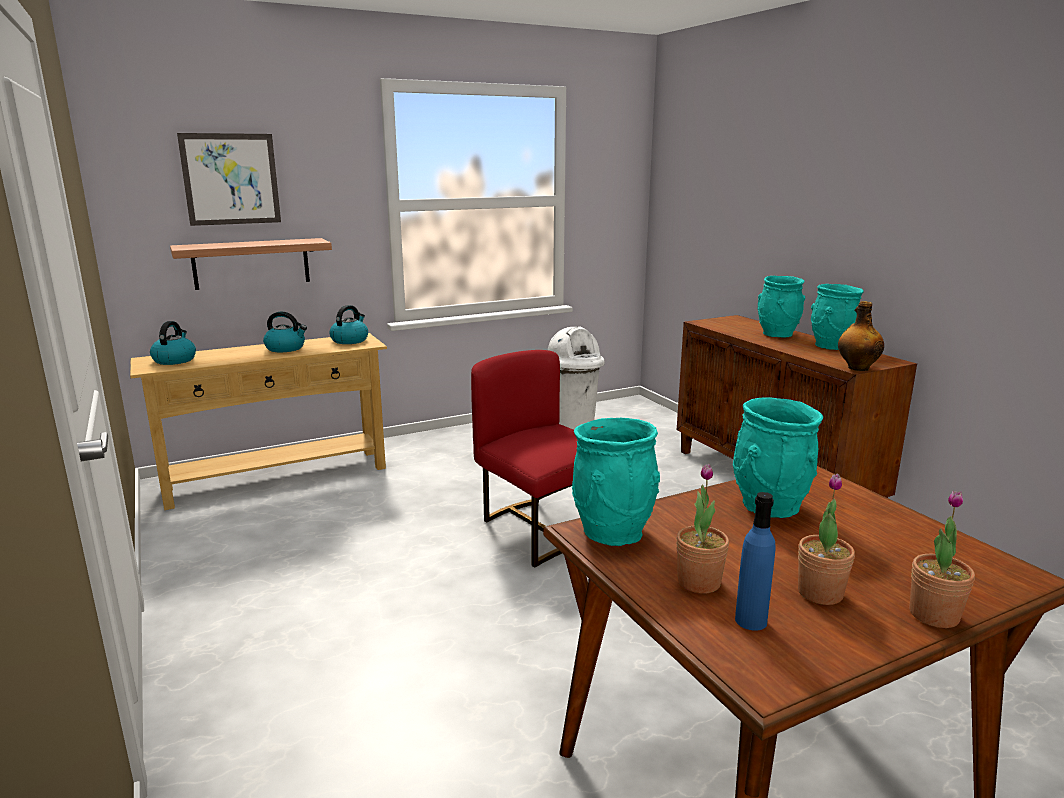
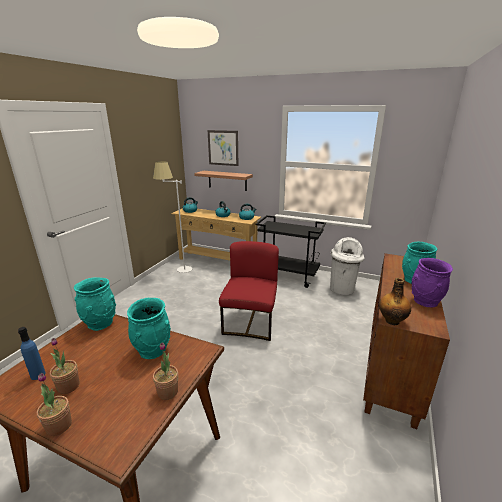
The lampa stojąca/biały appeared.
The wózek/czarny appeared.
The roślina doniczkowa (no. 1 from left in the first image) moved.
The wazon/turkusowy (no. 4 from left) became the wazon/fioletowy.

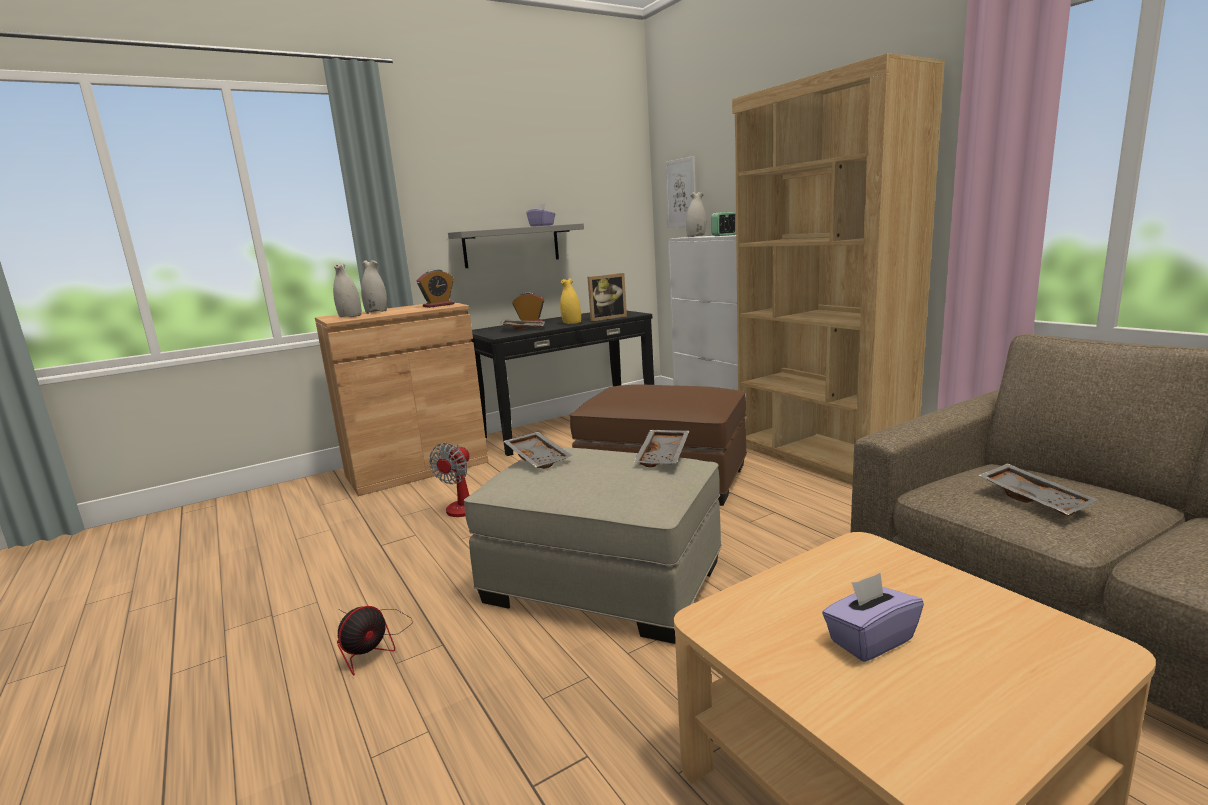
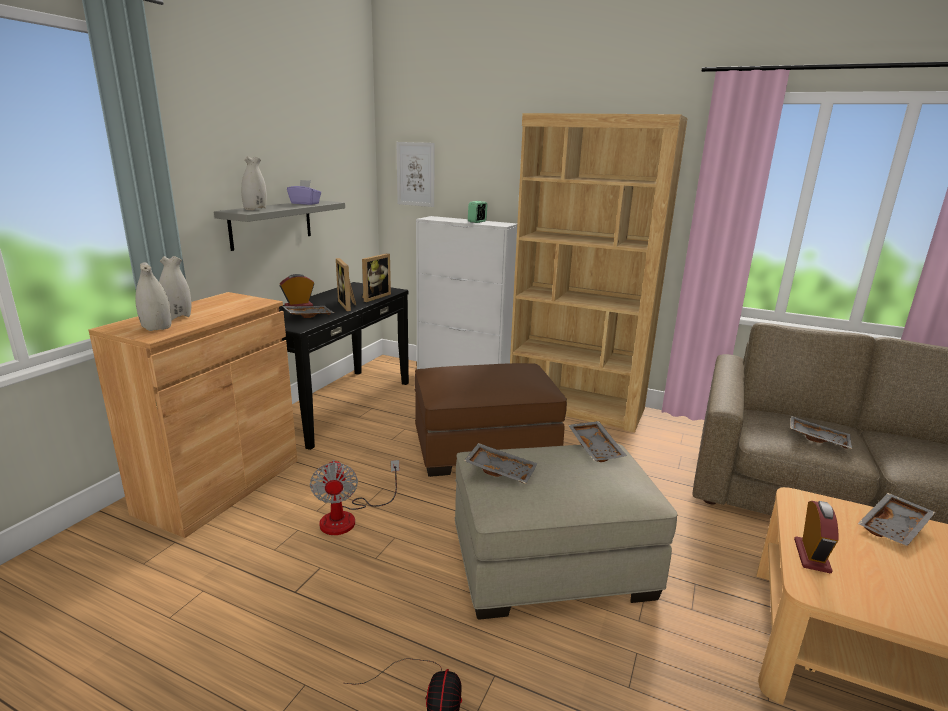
The pudełko chusteczek/fioletowy (no. 2 from left) disappeared.
The taca/szary (no. 5 from left) appeared.
The budzik (no. 1 from left in the first image) moved.
The wazon/biały (no. 3 from left) moved.
The wazon/żółty was replaced by the ramka na zdjęcie (no. 1 from left).

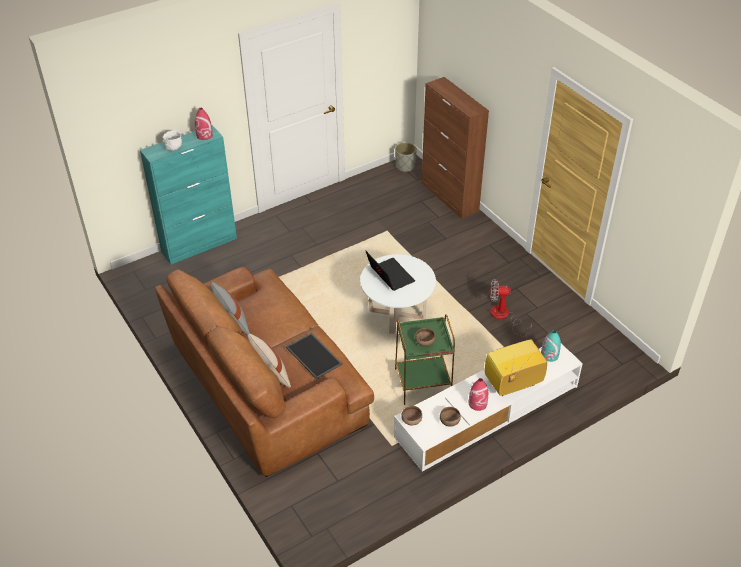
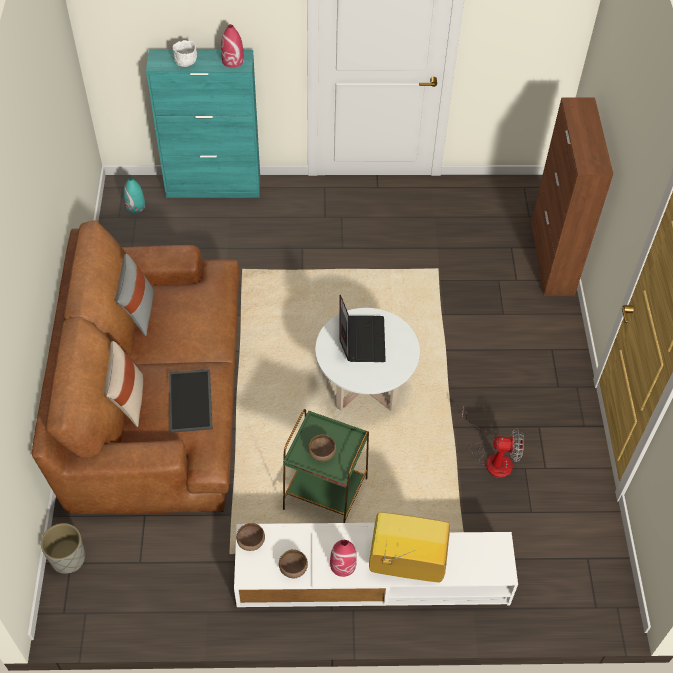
The donica/szary moved.
The wazon/turkusowy moved.
The wentylator turned 150 degrees clockwise.

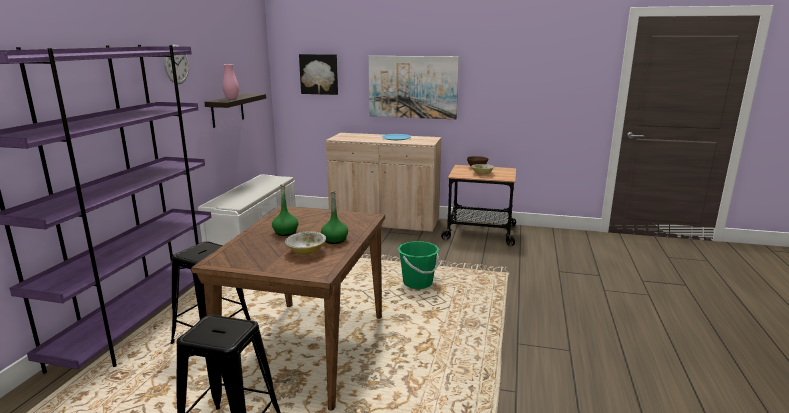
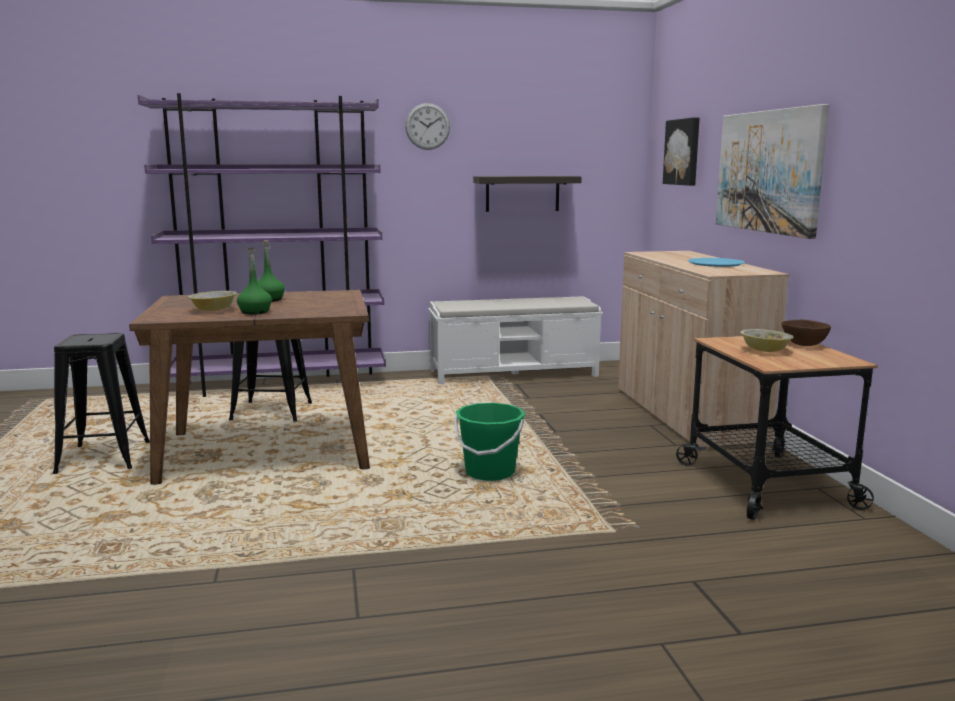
The wazon/różowy disappeared.

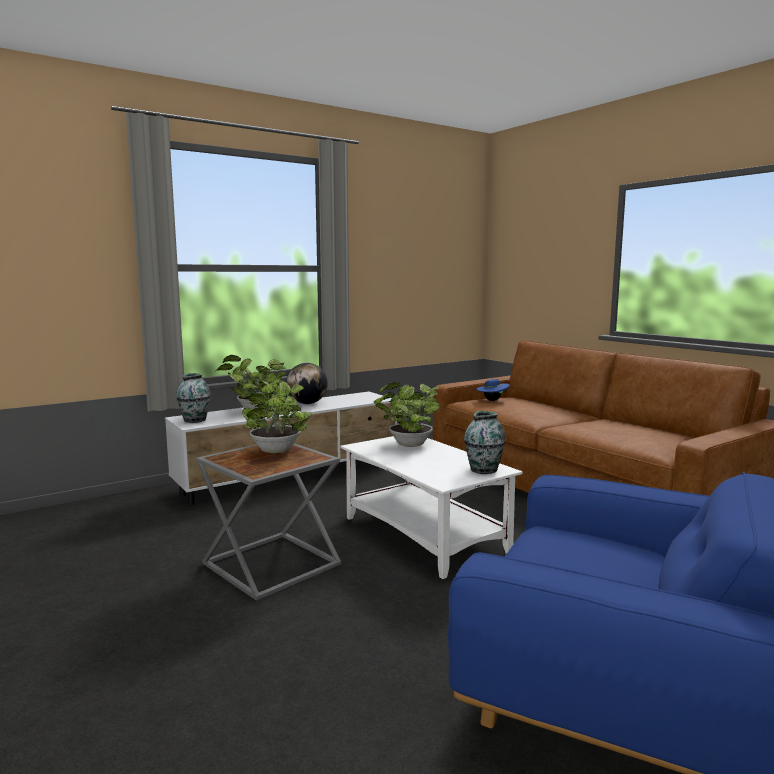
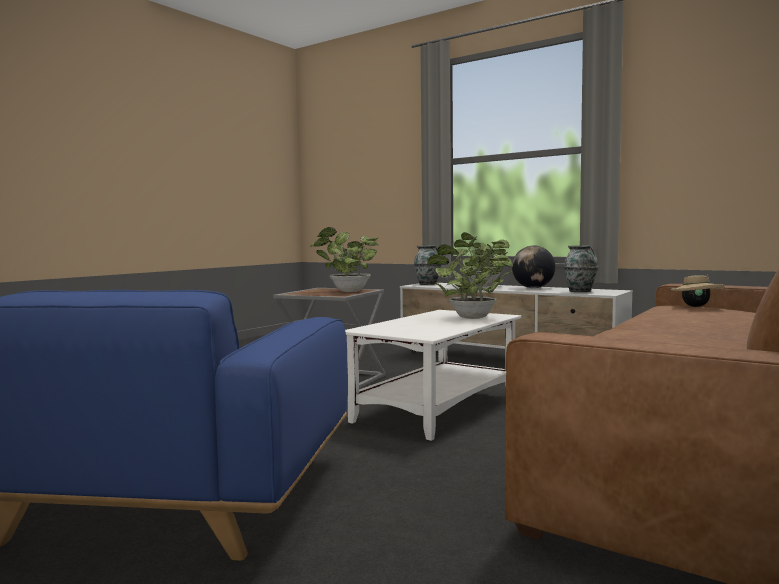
The wazon (no. 2 from left) moved.
The kapelusz/niebieski became the kapelusz/beżowy.

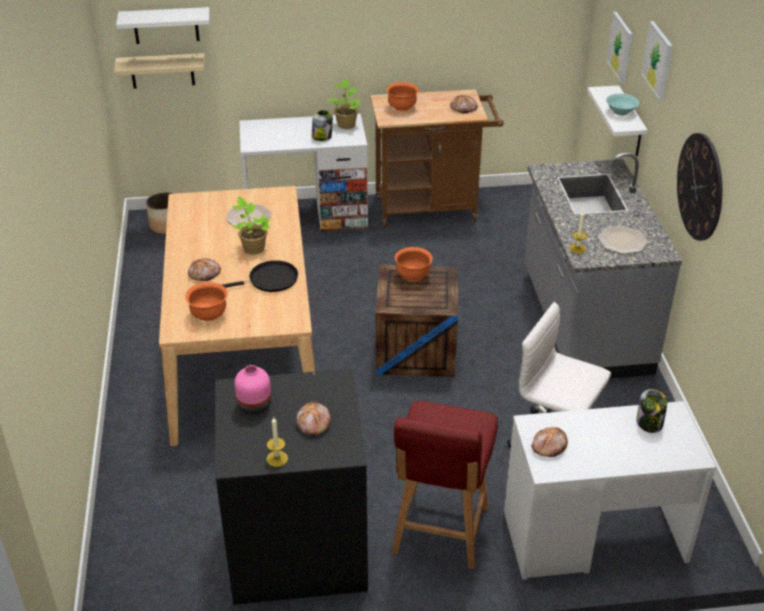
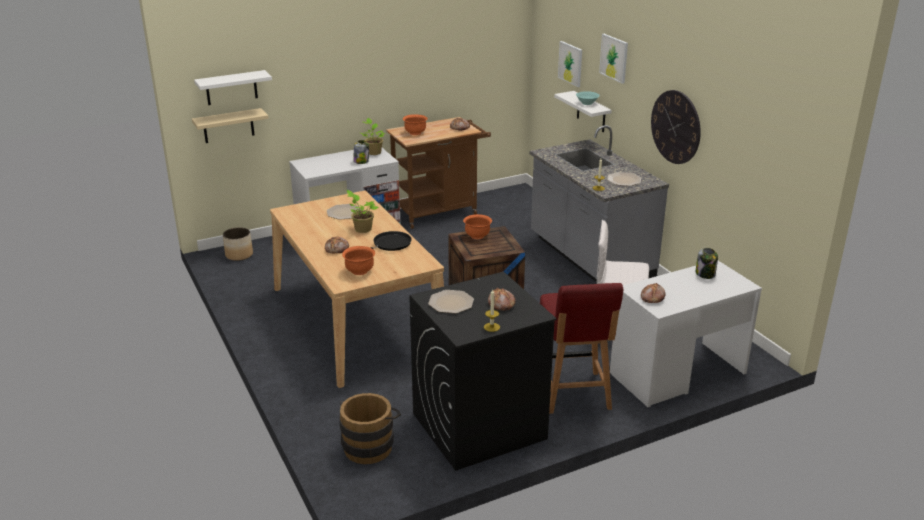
The wiadro/brązowy appeared.
The wazon/różowy was replaced by the talerz (no. 2 from left).

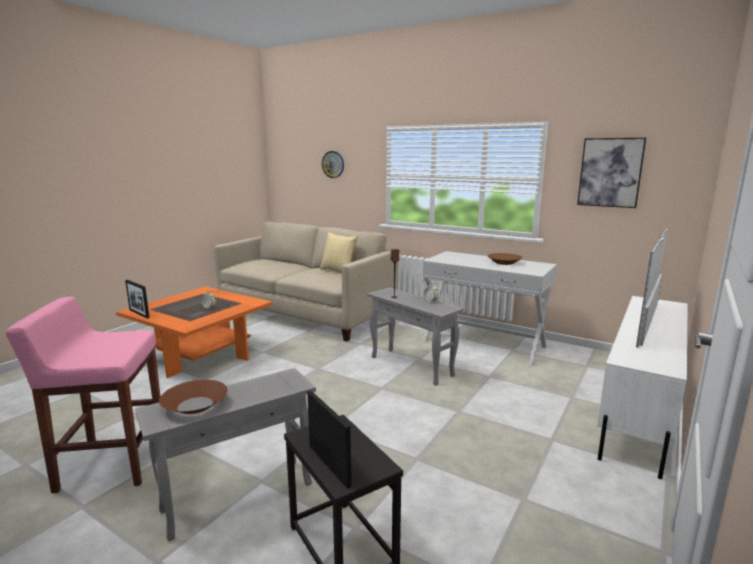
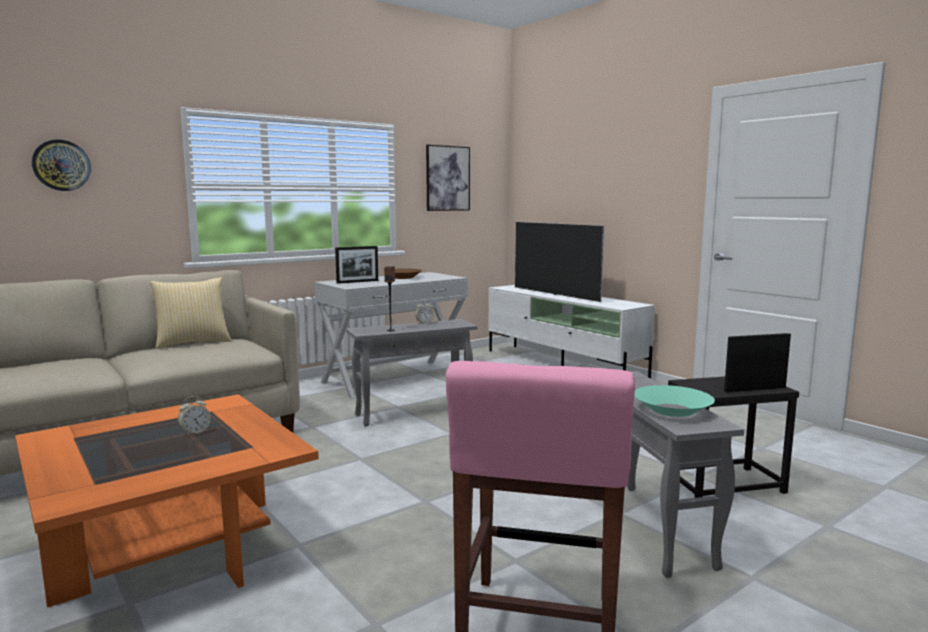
The ramka na zdjęcie (no. 1 from left) moved.
The miska/brązowy (no. 1 from left) became the miska/turkusowy.

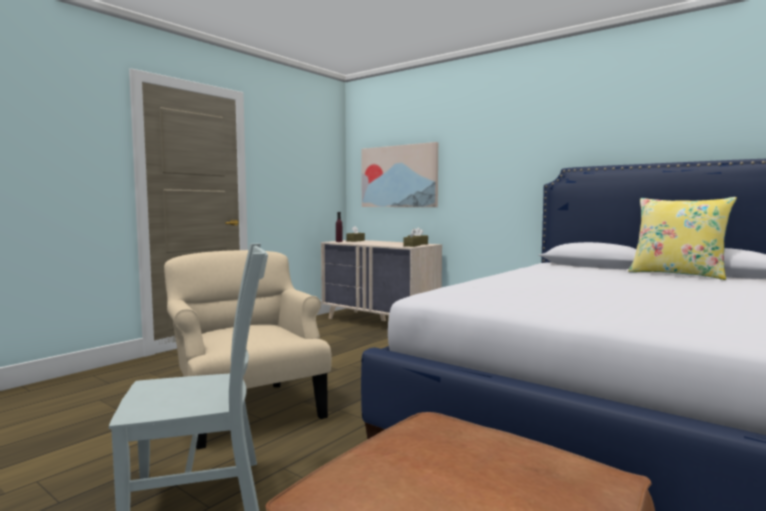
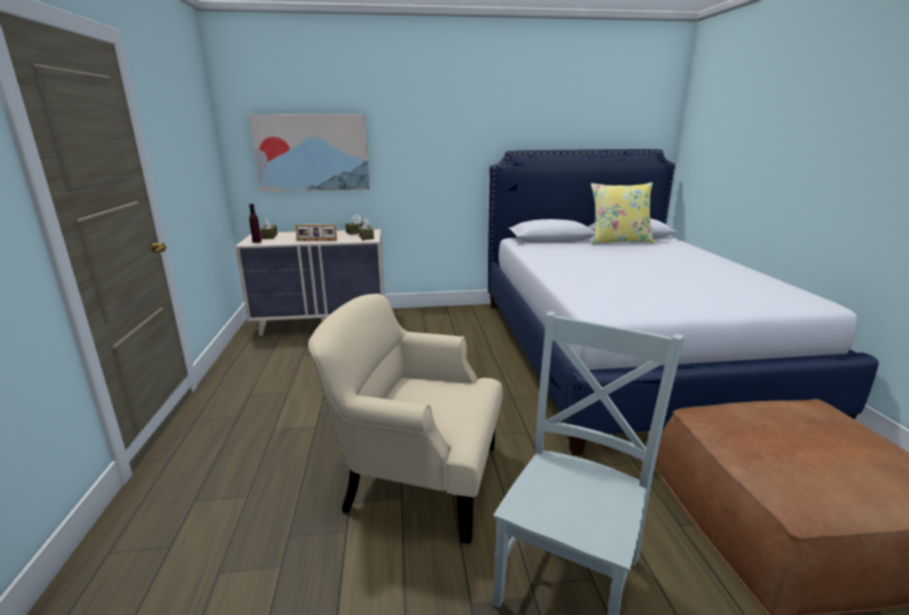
The ramka na zdjęcie appeared.

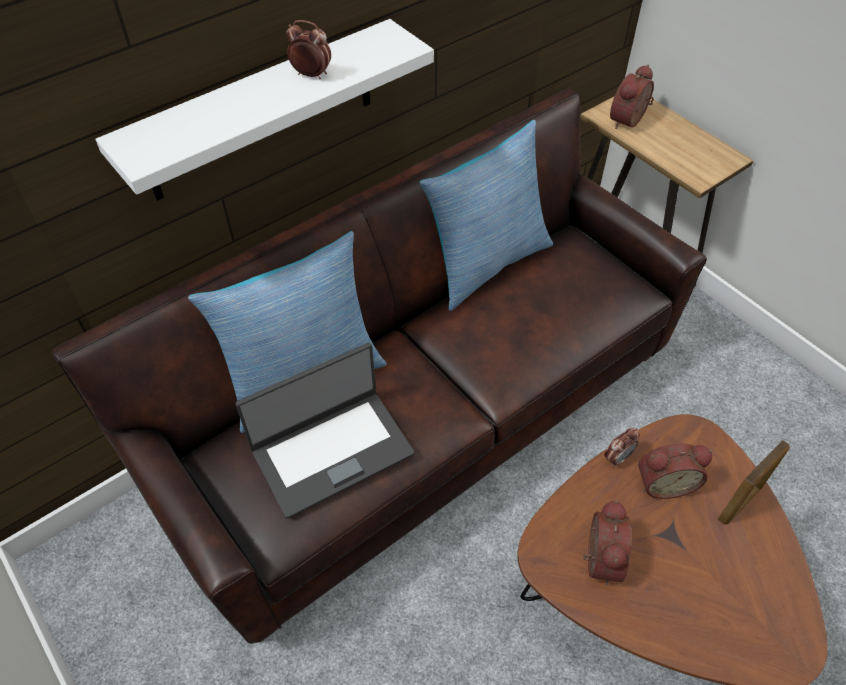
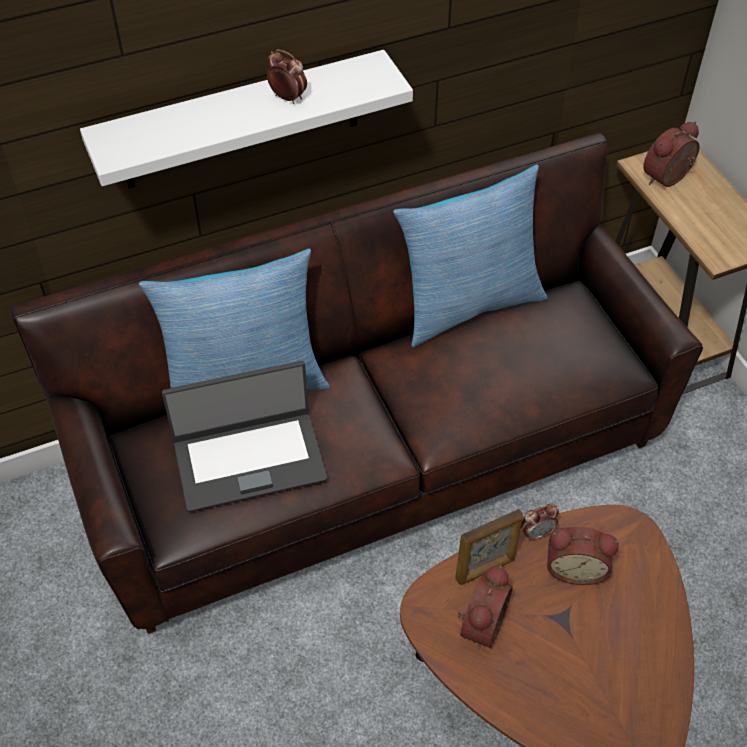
The ramka na zdjęcie moved.

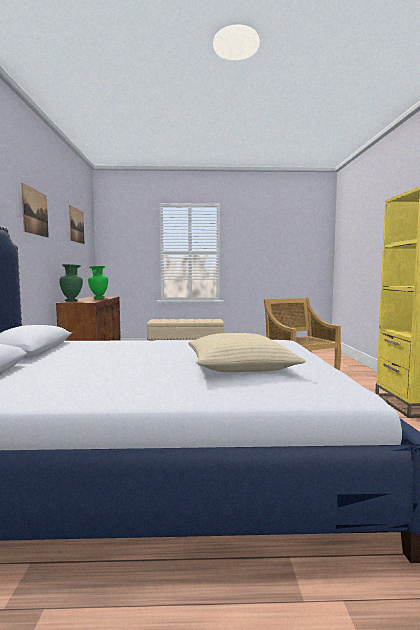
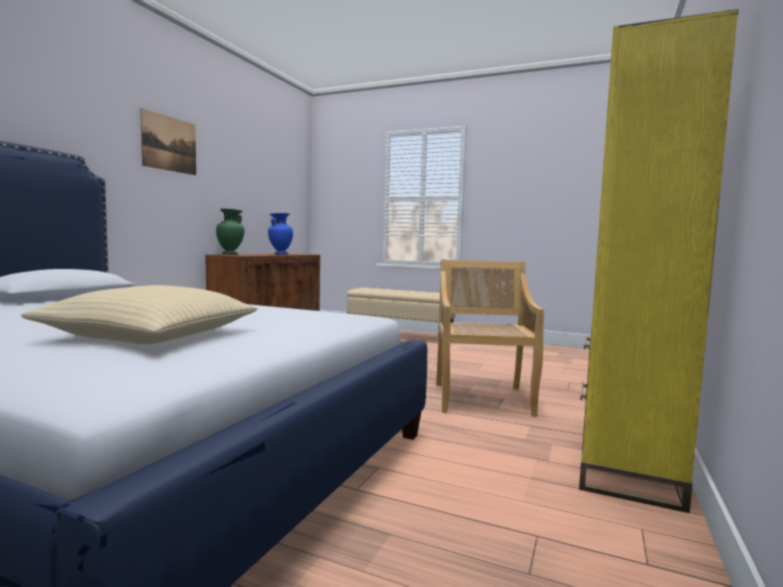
The obraz (no. 2 from left) disappeared.
The wazon/zielony (no. 2 from left) became the wazon/niebieski.

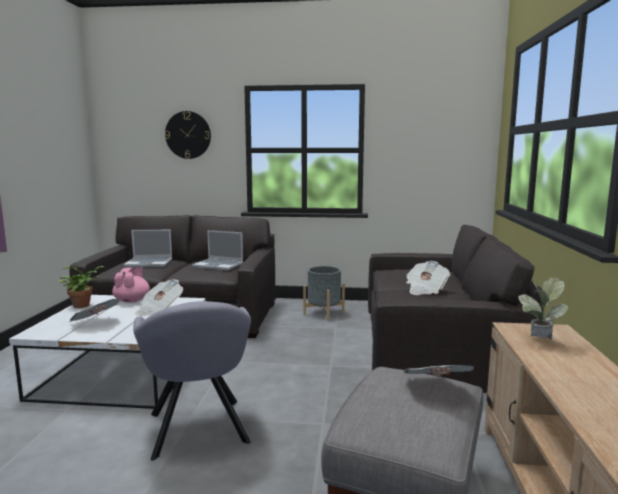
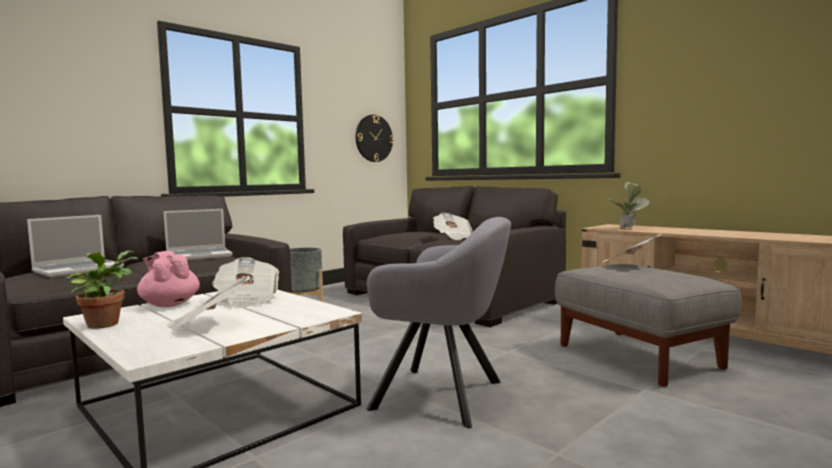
The zegar ścienny moved.

